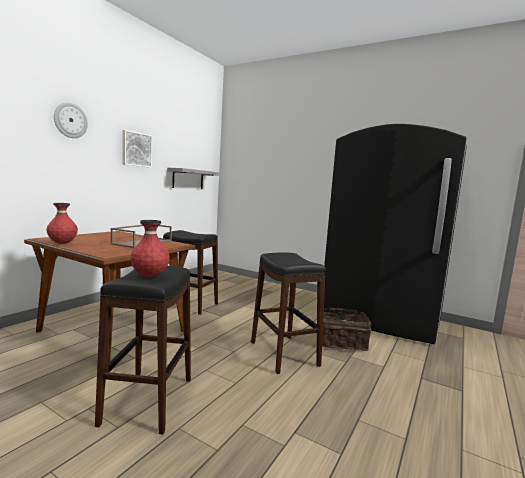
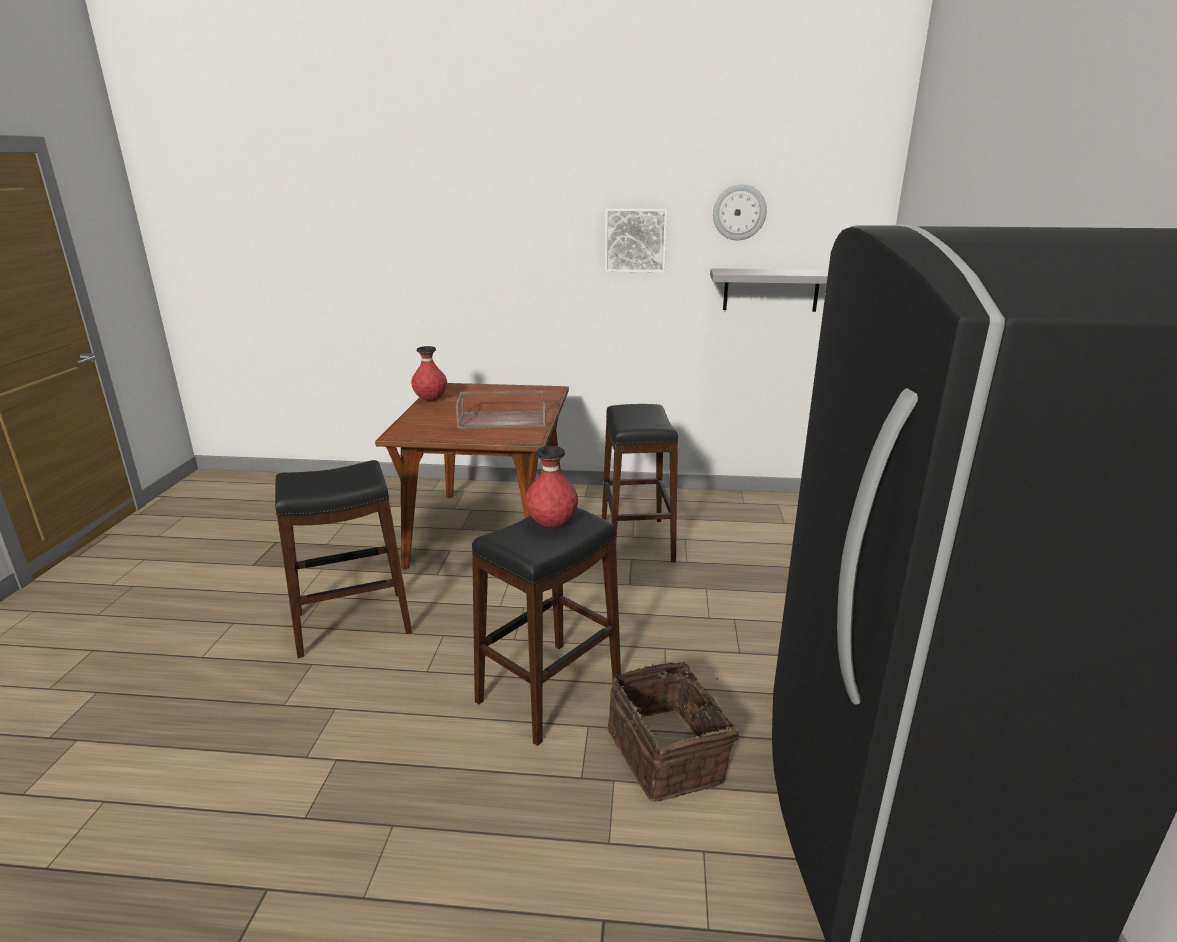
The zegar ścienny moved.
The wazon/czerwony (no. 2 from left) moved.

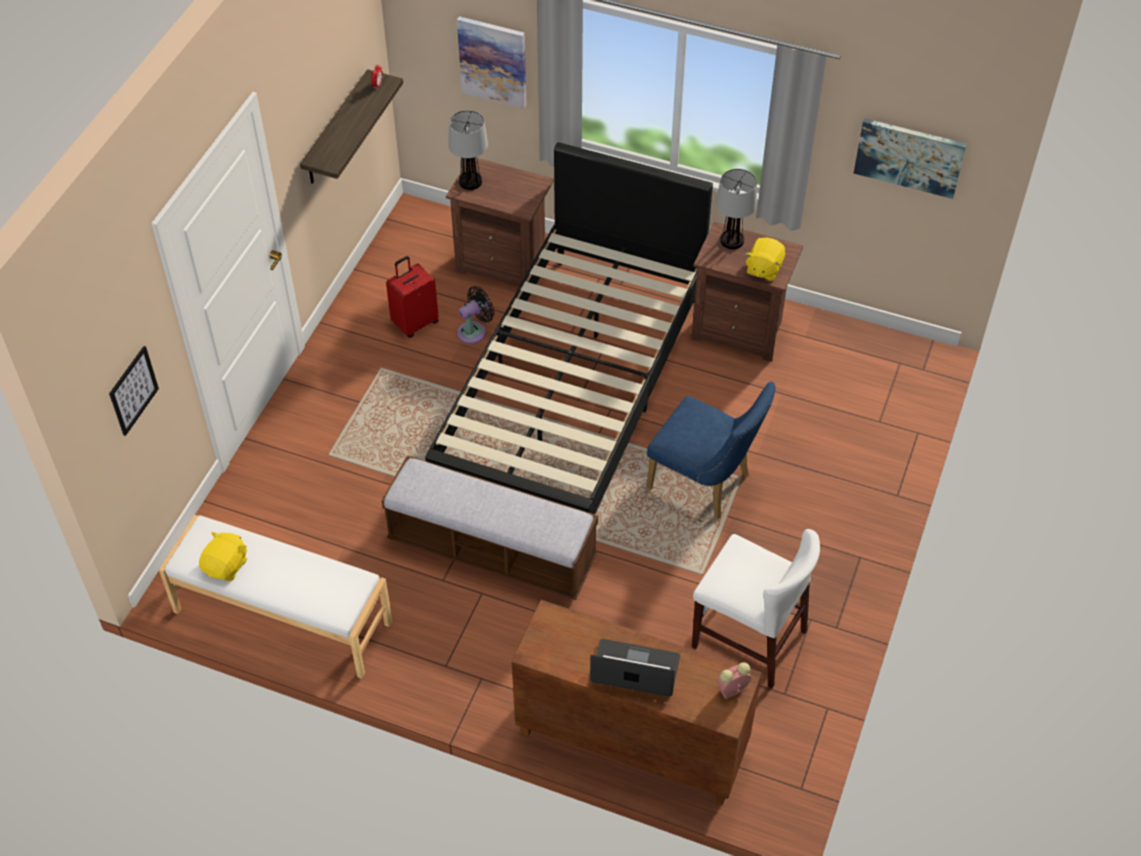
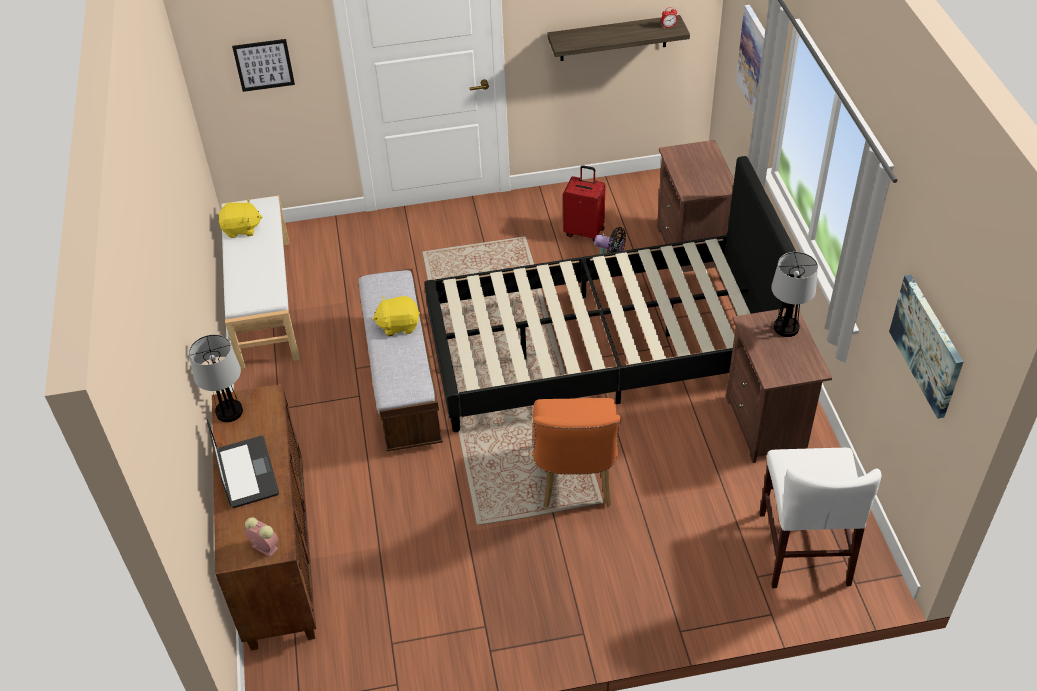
The lampa stołowa (no. 1 from left) moved.
The krzesło/biały moved.
The pluszak/żółty (no. 2 from left) moved.
The krzesło/niebieski became the krzesło/pomarańczowy.

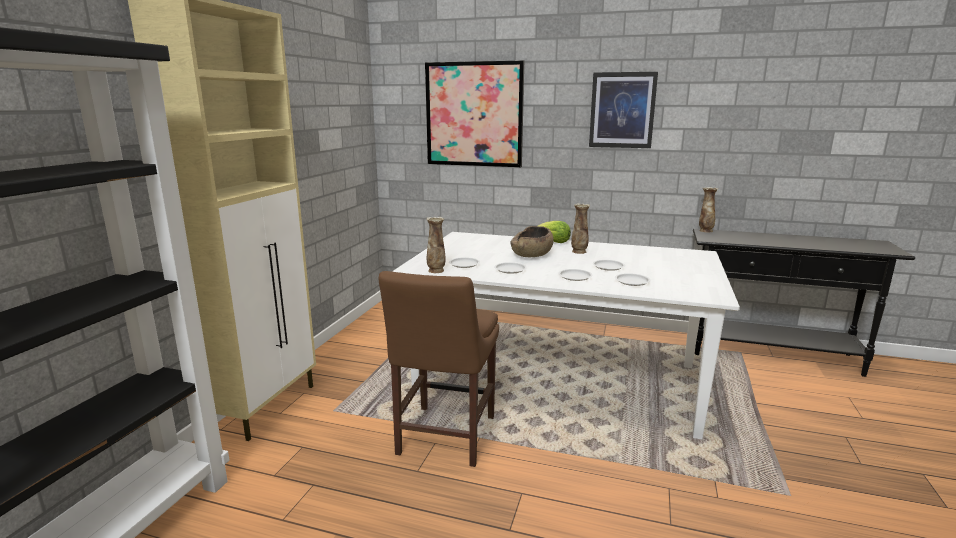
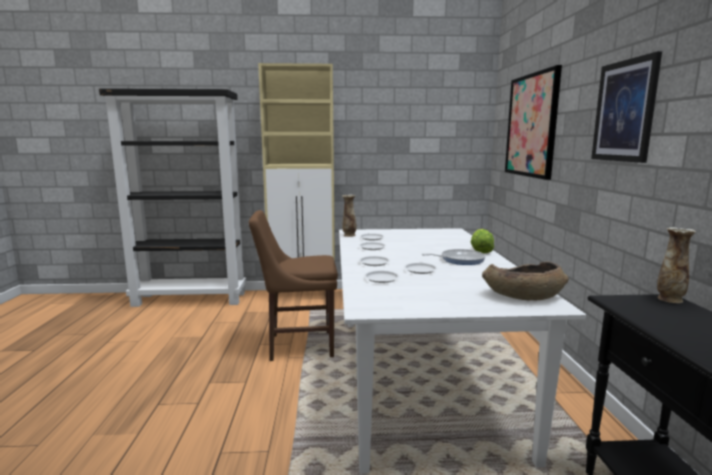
The miska/brązowy moved.
The wazon (no. 2 from left) was replaced by the patelnia.

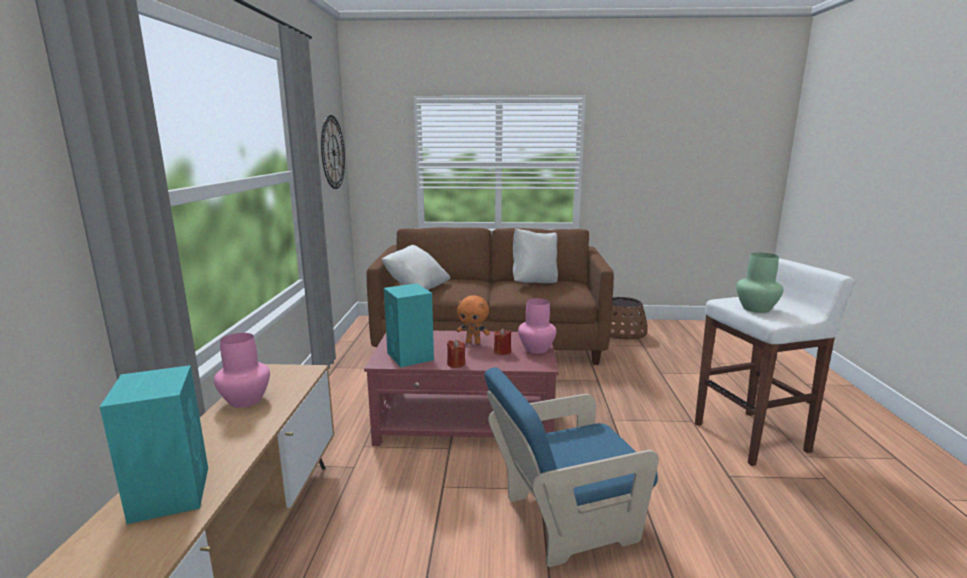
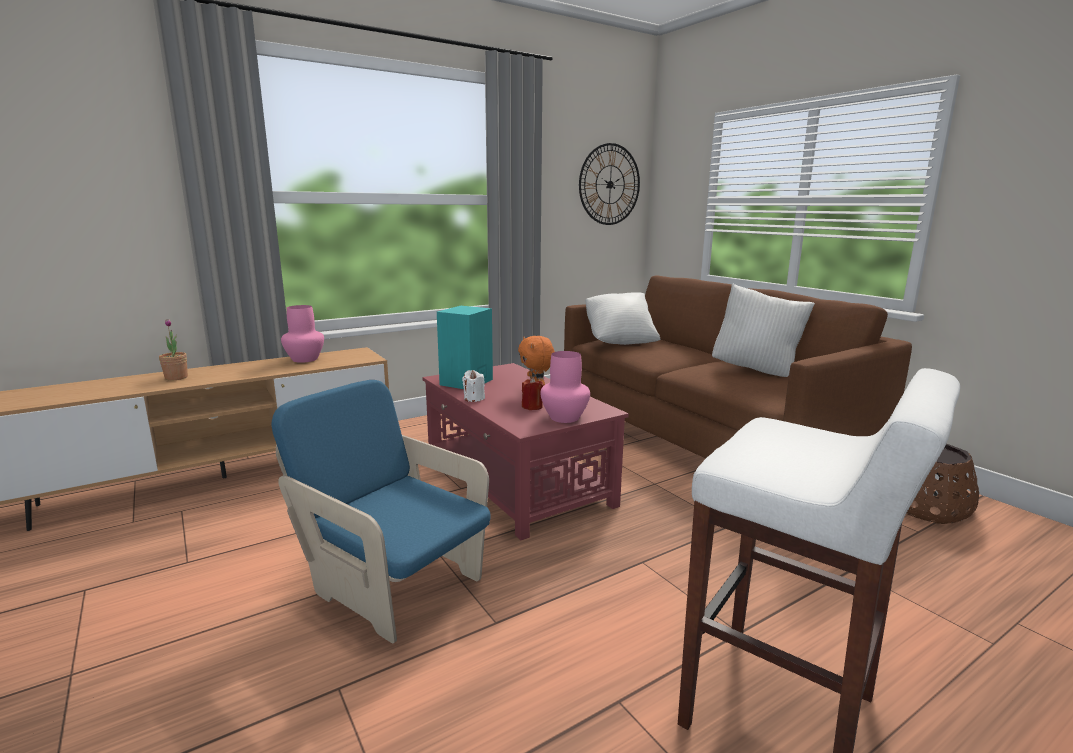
The wazon/zielony disappeared.
The głośnik/turkusowy (no. 1 from left) was replaced by the roślina doniczkowa.
The świeca/czerwony (no. 1 from left) became the świeca/biały.

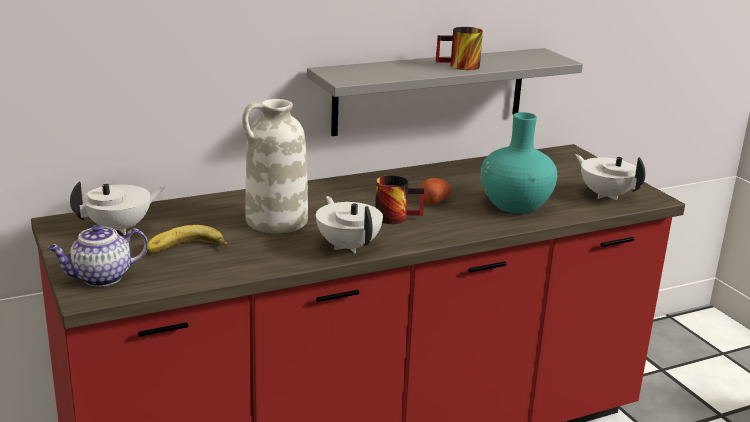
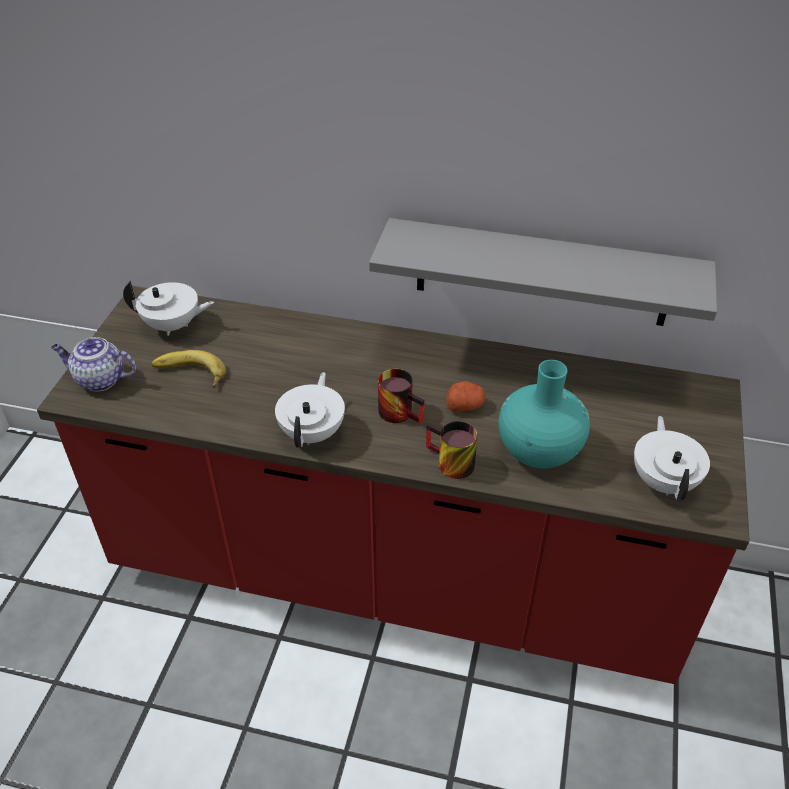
The wazon/biały disappeared.
The kubek (no. 2 from left) moved.

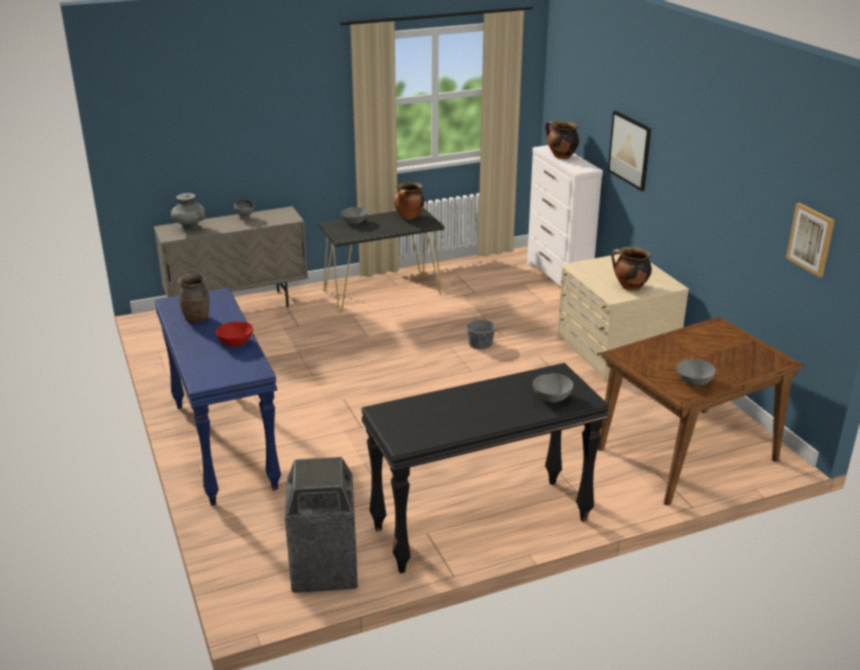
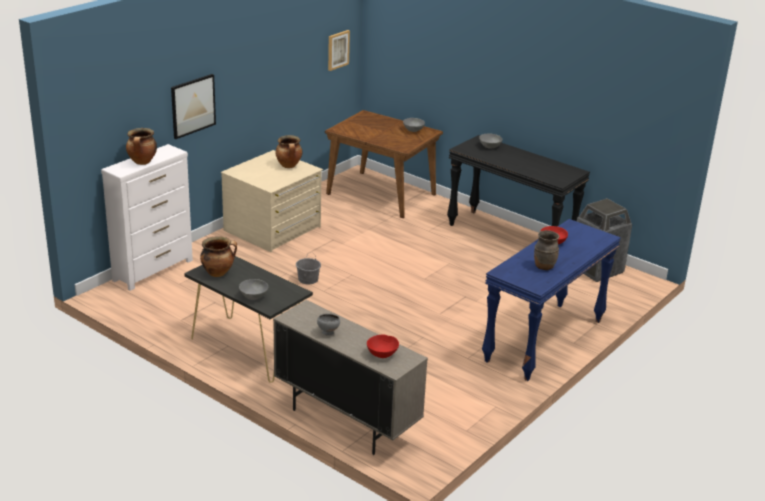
The wazon/szary was replaced by the miska/czerwony (no. 1 from left).

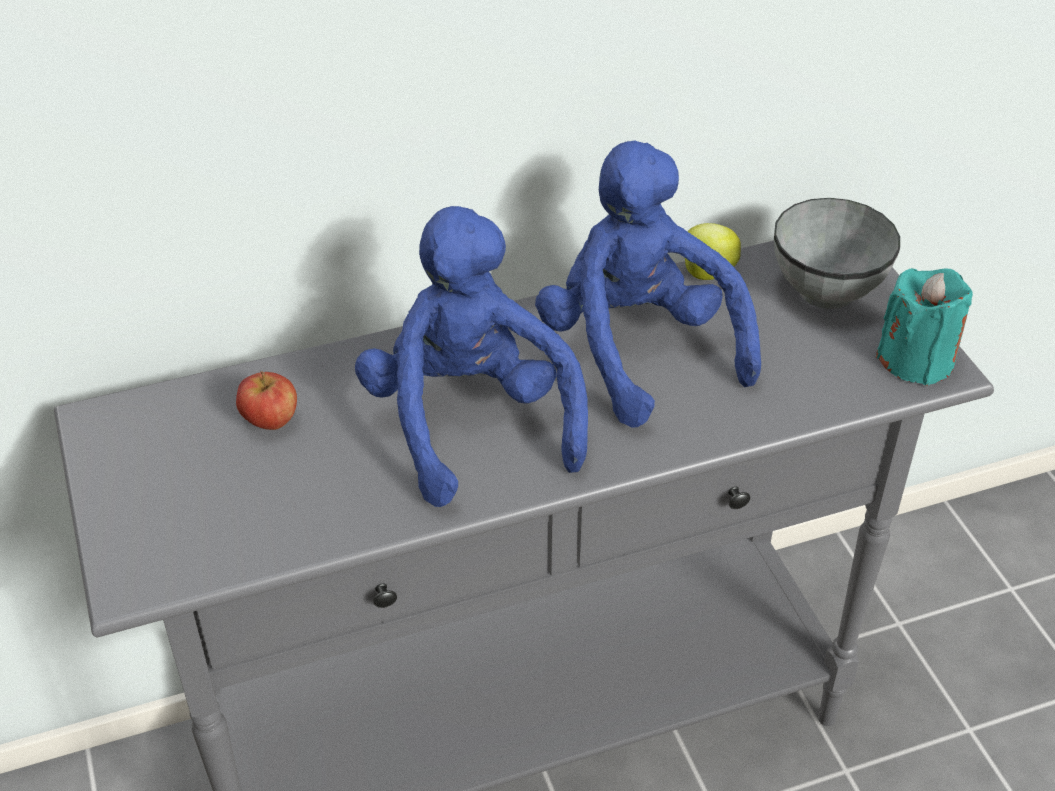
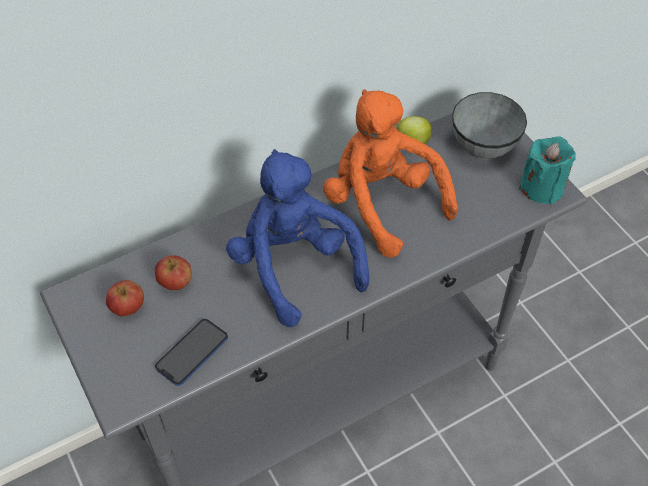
The jabłko (no. 1 from left) appeared.
The telefon appeared.
The pluszak/niebieski (no. 2 from left) became the pluszak/pomarańczowy.

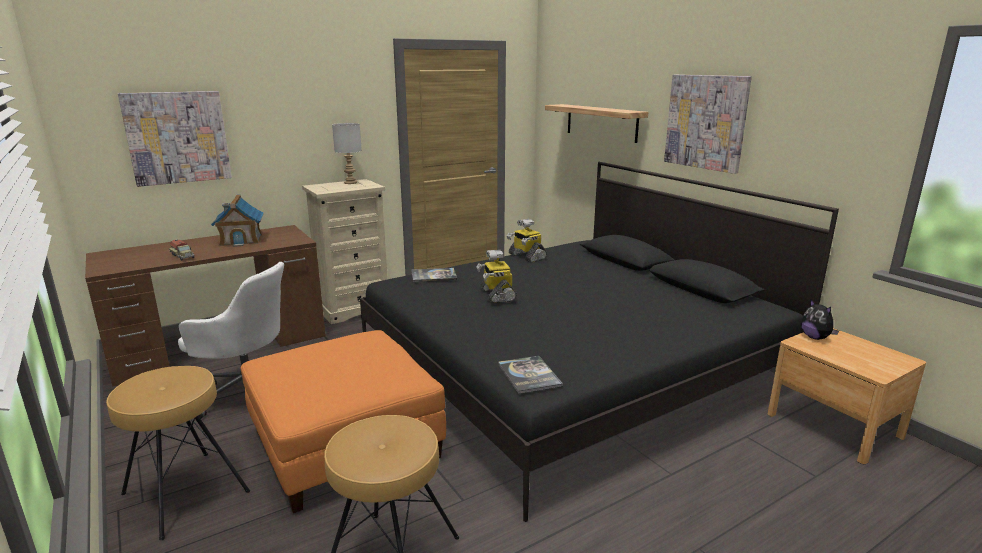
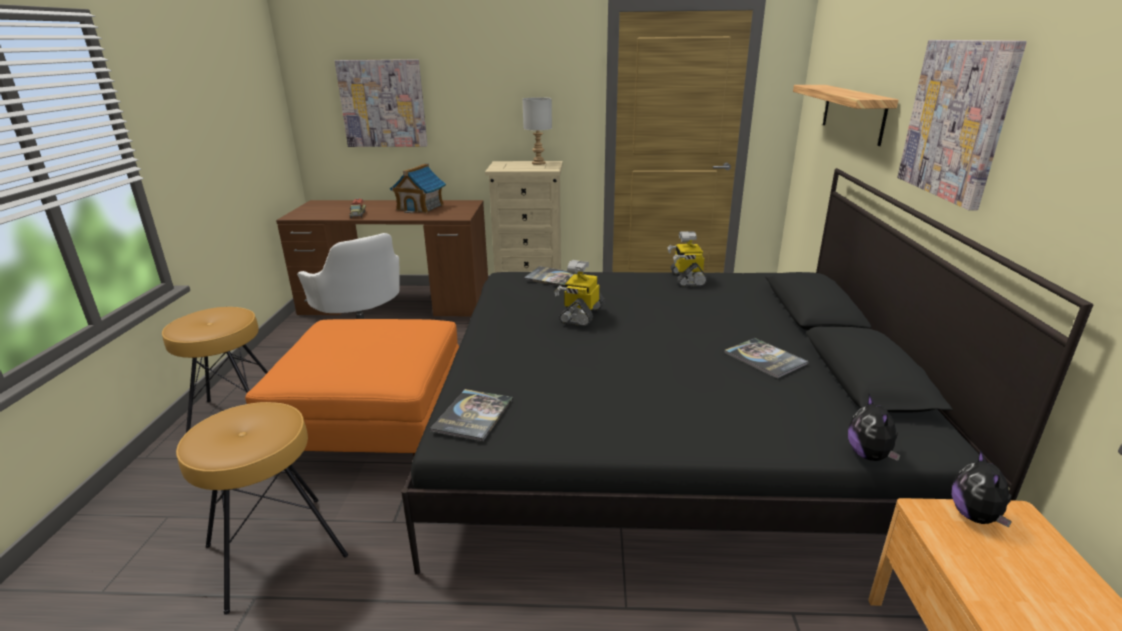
The książka (no. 3 from left) appeared.
The pluszak (no. 1 from left) appeared.

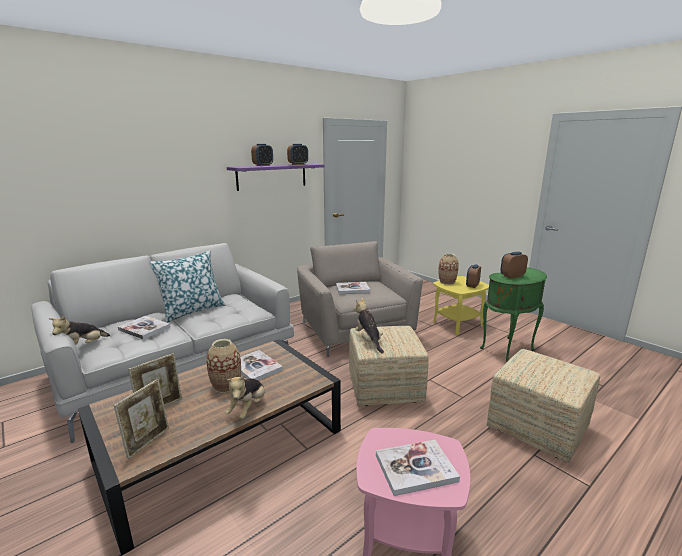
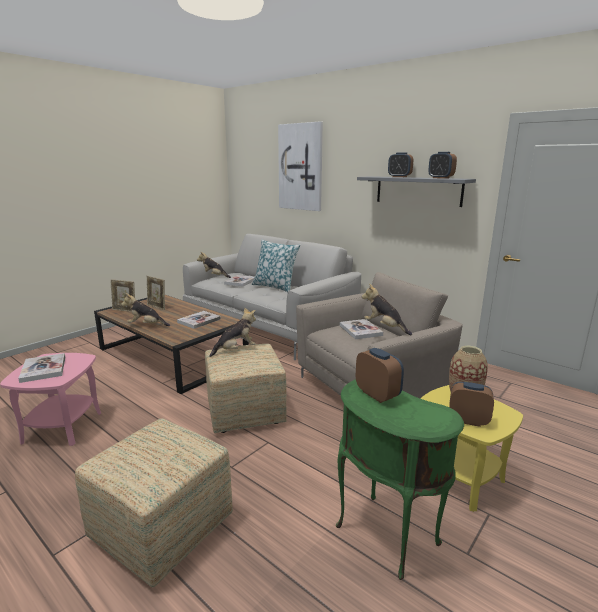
The wazon (no. 1 from left) disappeared.
The obraz appeared.
The pluszak (no. 4 from left) appeared.
The półka/fioletowy became the półka/szary.

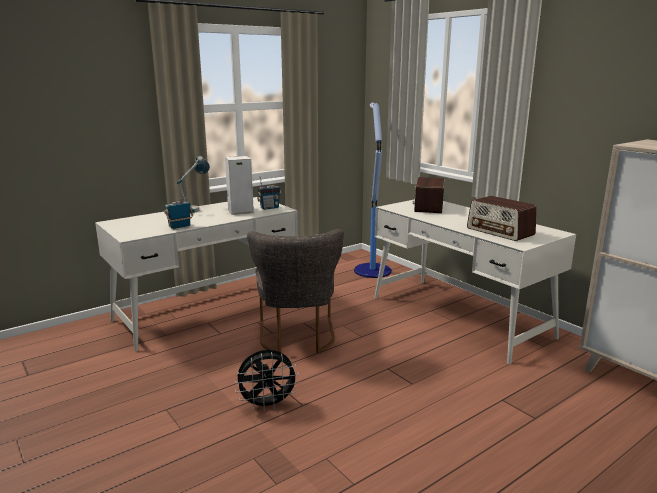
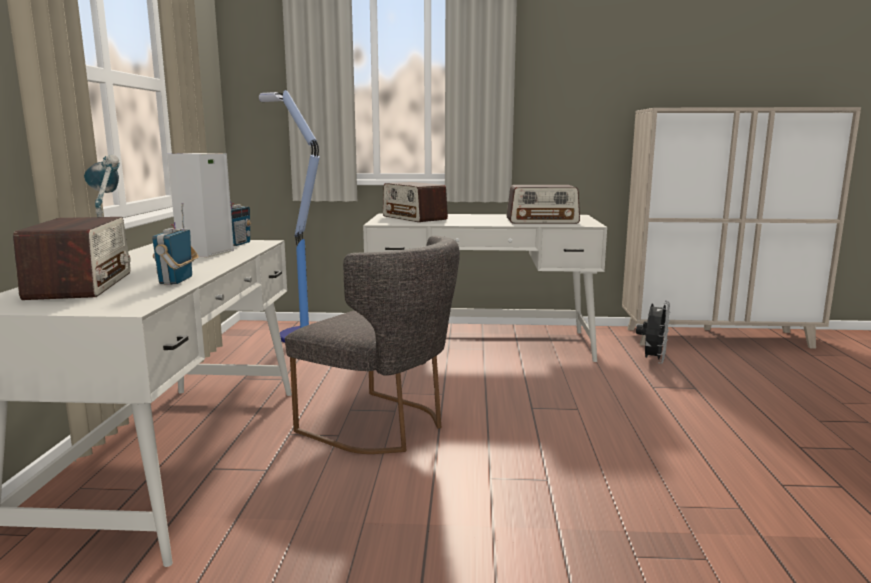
The radio (no. 1 from left) appeared.
The wentylator/czarny moved.

